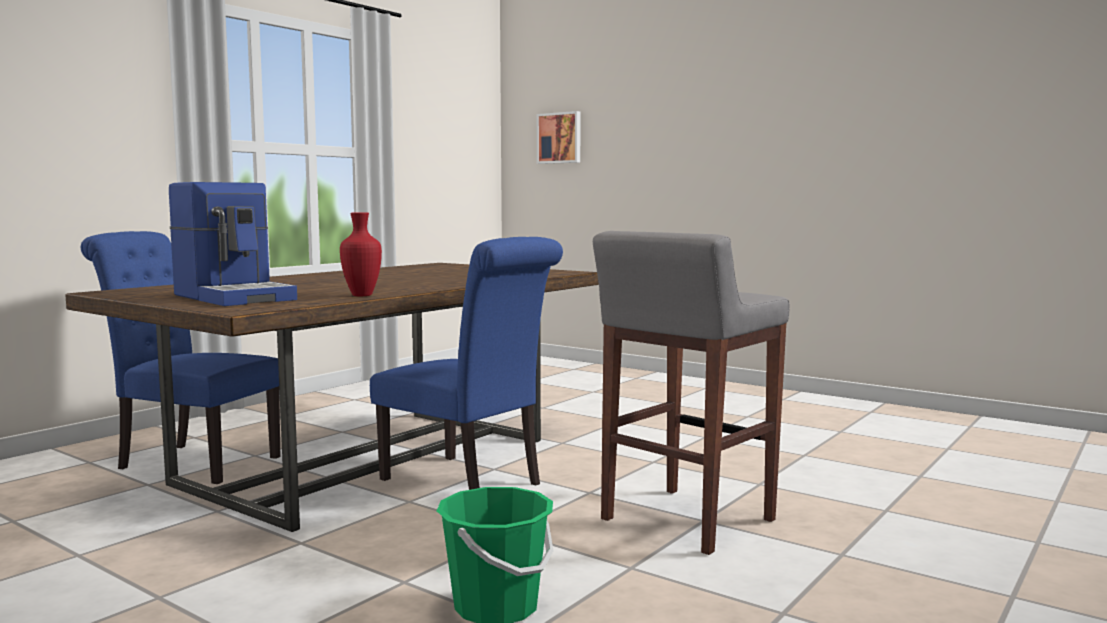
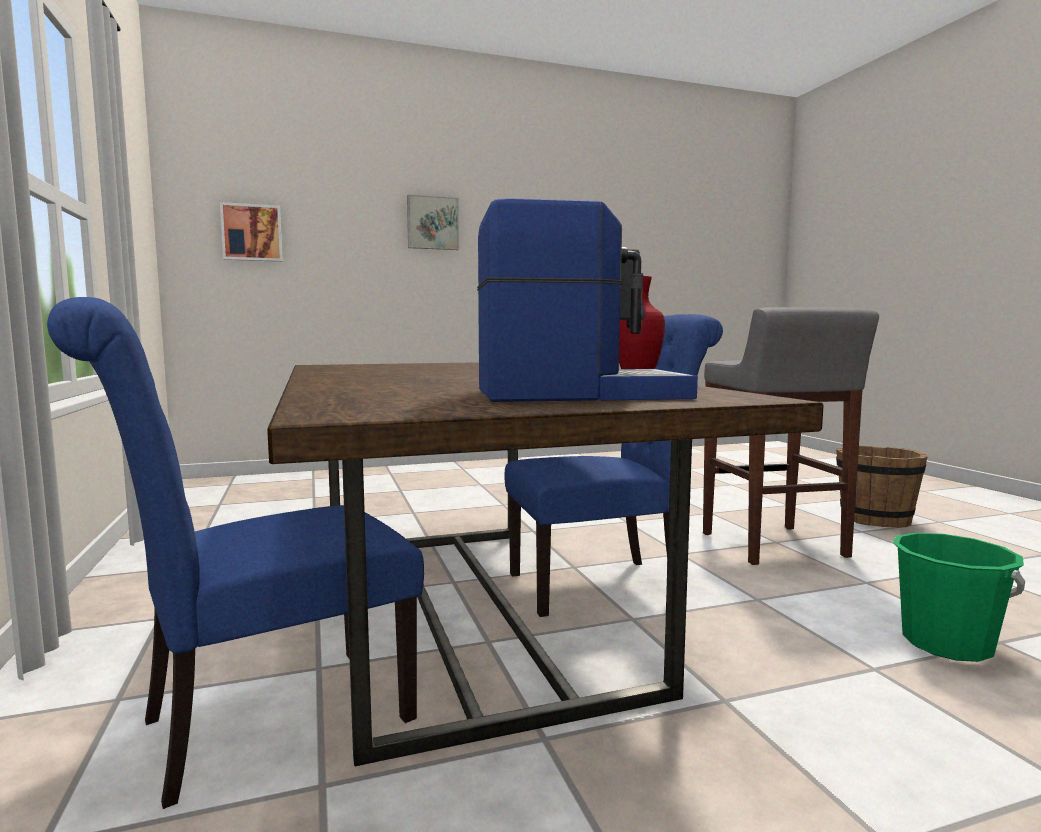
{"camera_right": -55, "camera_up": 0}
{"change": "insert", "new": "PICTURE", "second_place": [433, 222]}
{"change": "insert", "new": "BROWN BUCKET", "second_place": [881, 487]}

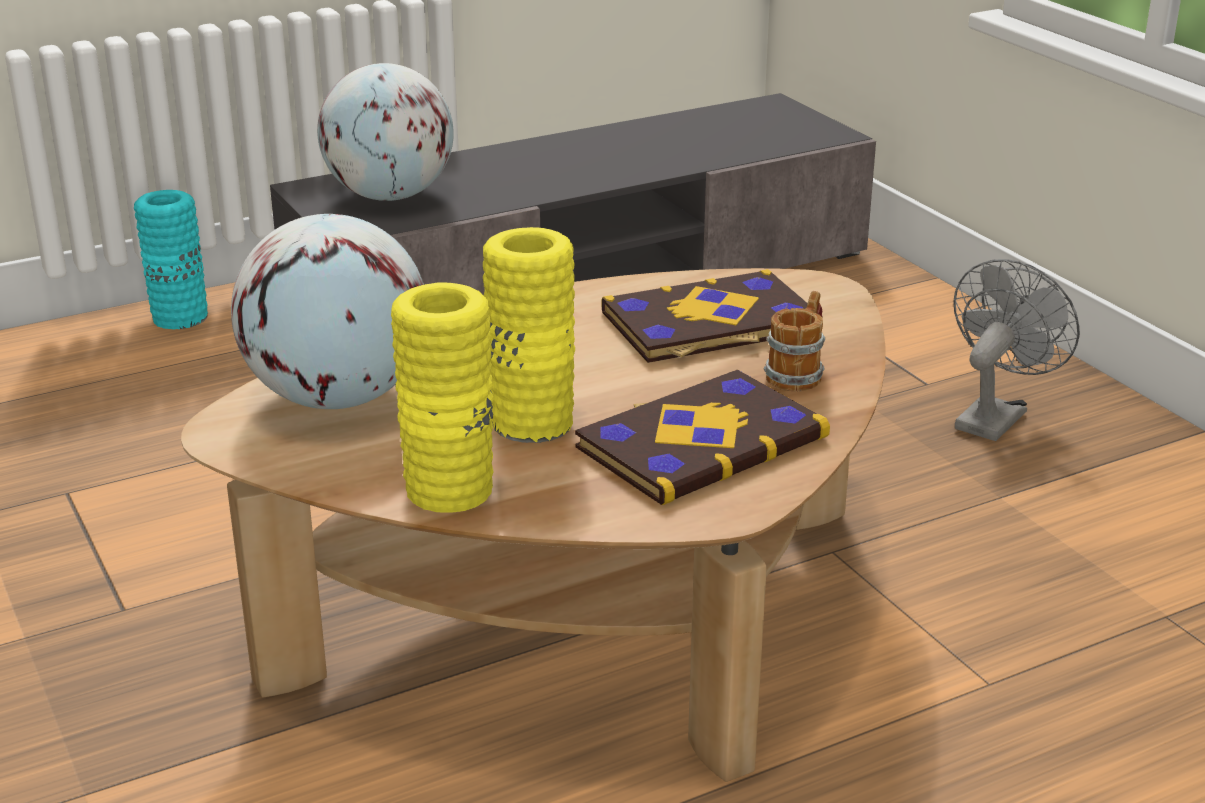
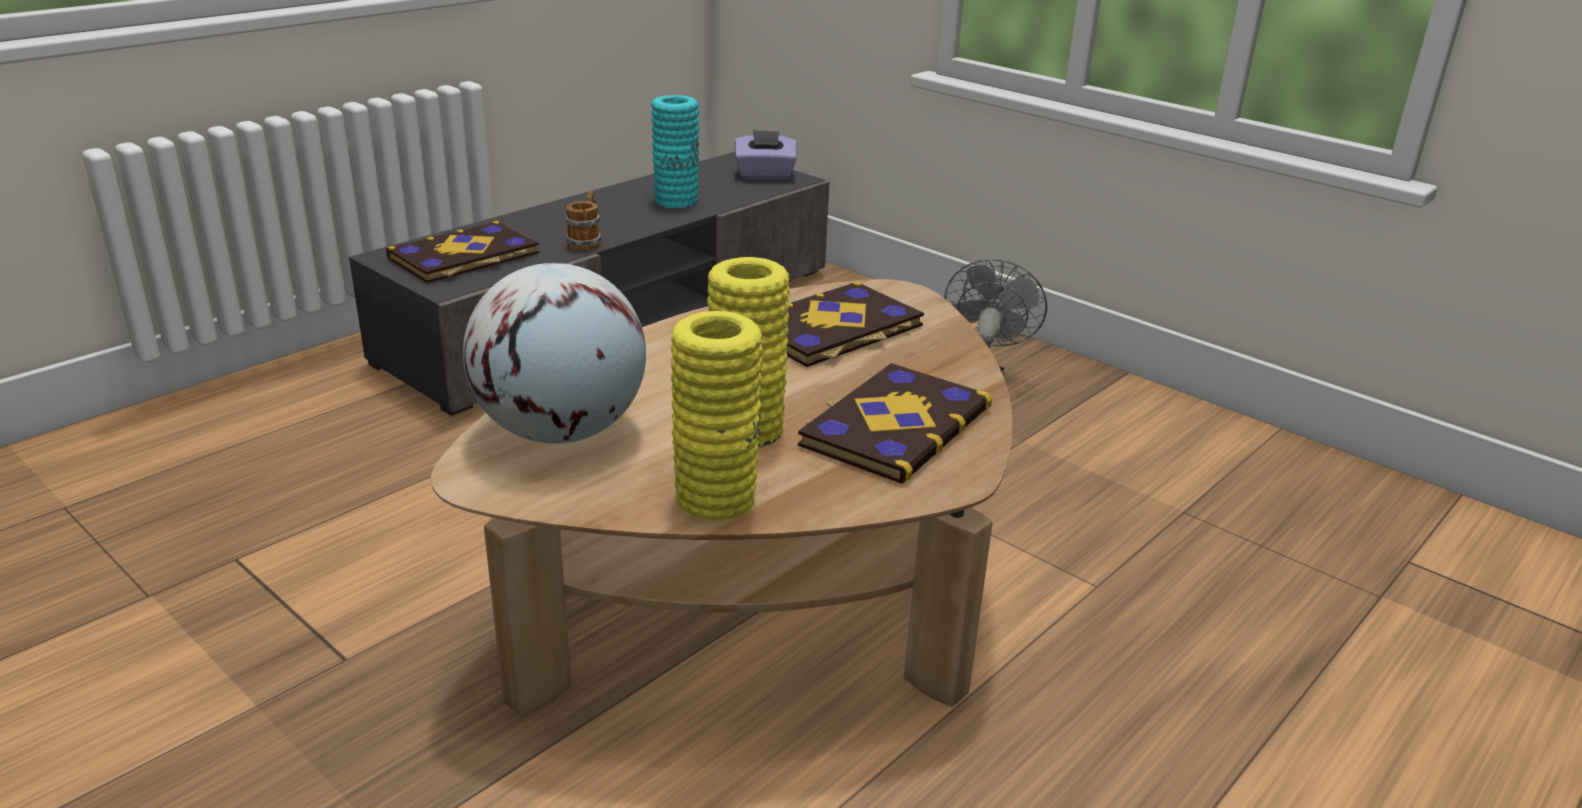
{"camera_right": -20, "camera_up": 0}
{"change": "replace", "old": "GLOBE", "new": "BOOK", "first_place": [385, 132], "second_place": [462, 252]}
{"change": "move", "old": "MUG", "first_place": [794, 341], "second_place": [583, 220]}
{"change": "move", "old": "TURQUOISE VASE", "first_place": [171, 259], "second_place": [675, 151]}
{"change": "insert", "new": "PURPLE TISSUE BOX", "second_place": [766, 155]}

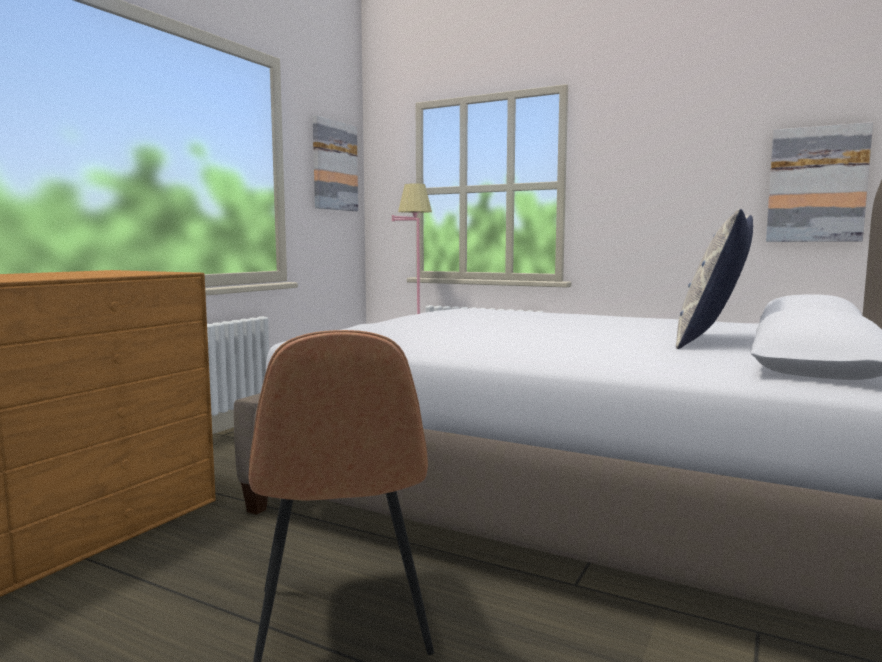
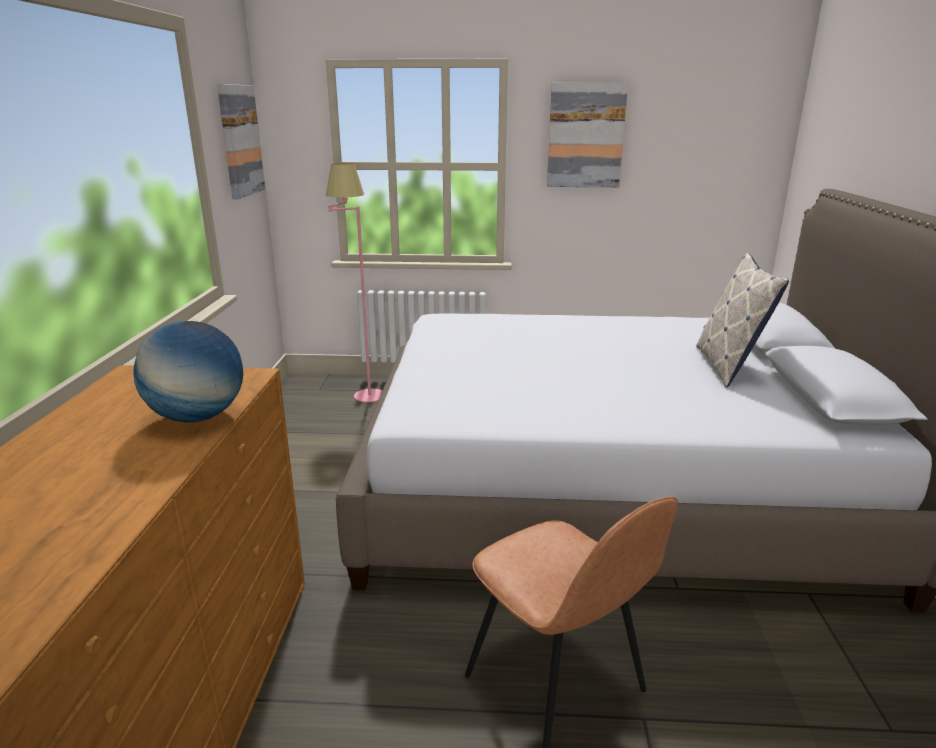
{"camera_right": -25, "camera_up": 15}
{"change": "insert", "new": "GLOBE", "second_place": [188, 371]}
{"change": "move", "old": "PICTURE", "first_place": [819, 182], "second_place": [587, 135]}

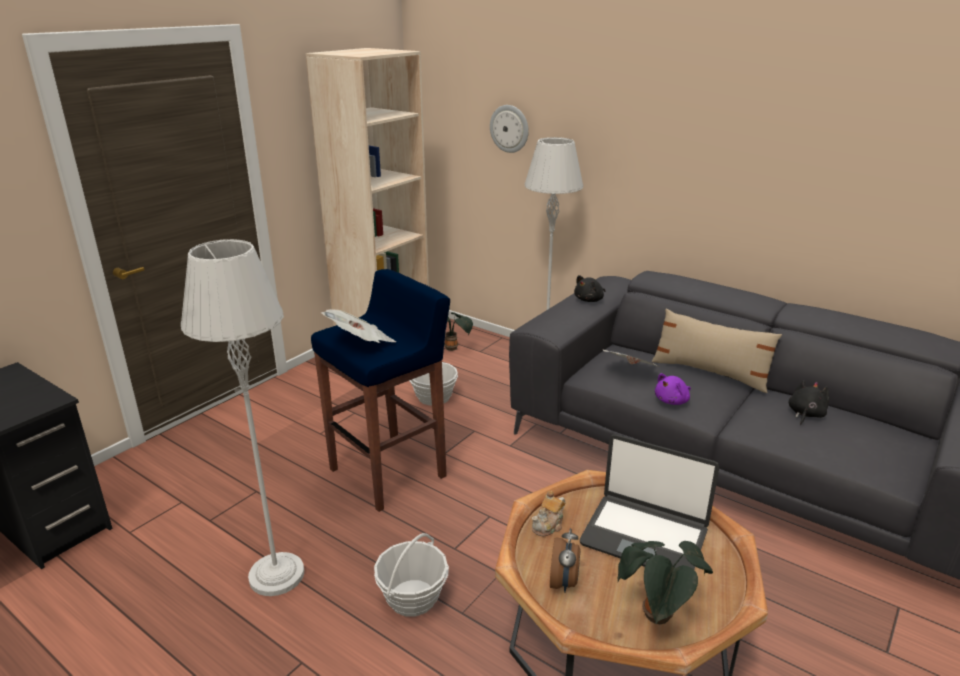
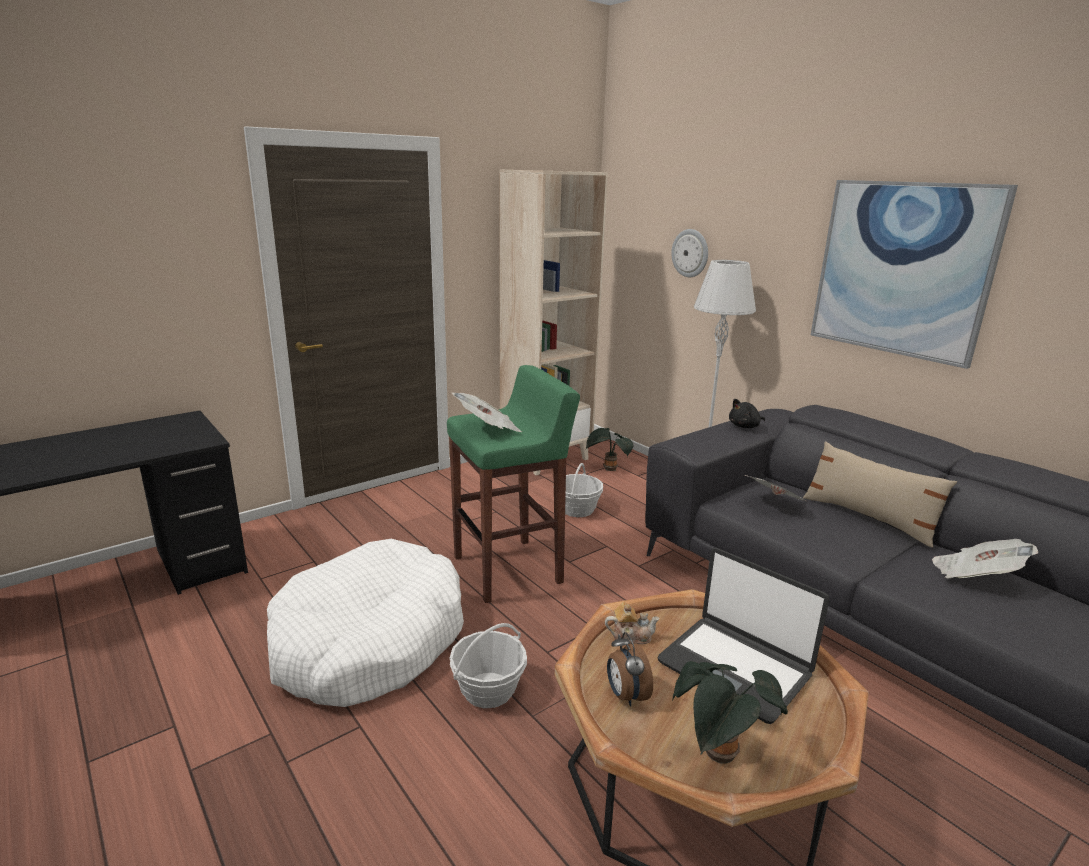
{"camera_right": 15, "camera_up": -5}
{"change": "replace", "old": "GREY FLOOR LAMP", "new": "WHITE DOG BED", "first_place": [242, 417], "second_place": [365, 623]}
{"change": "recolor", "old": "BLUE STOOL", "new": "GREEN STOOL", "first_place": [380, 390], "second_place": [513, 484]}
{"change": "rotate", "old": "TEAPOT", "first_place": [548, 513], "second_place": [632, 623], "degrees": -150}
{"change": "rotate", "old": "ALARM CLOCK", "first_place": [565, 560], "second_place": [630, 669], "degrees": 135}
{"change": "insert", "new": "PICTURE", "second_place": [914, 274]}
{"change": "replace", "old": "BLACK PLUSH TOY", "new": "NEWSPAPER", "first_place": [809, 402], "second_place": [985, 559]}
{"change": "delete", "old": "PURPLE PLUSH TOY", "first_place": [673, 389]}

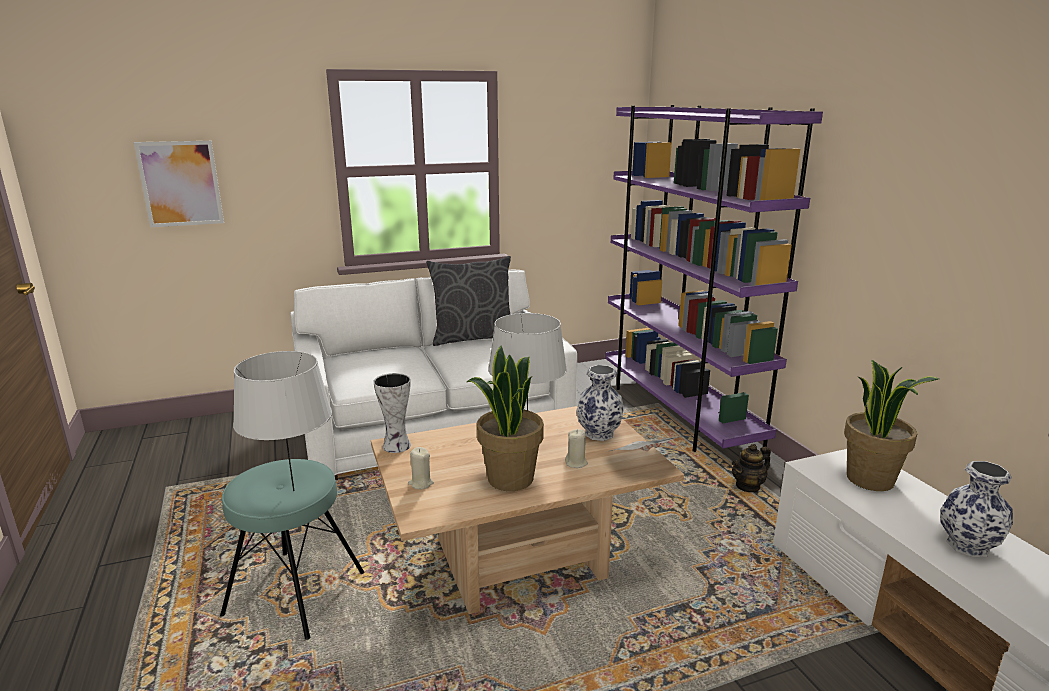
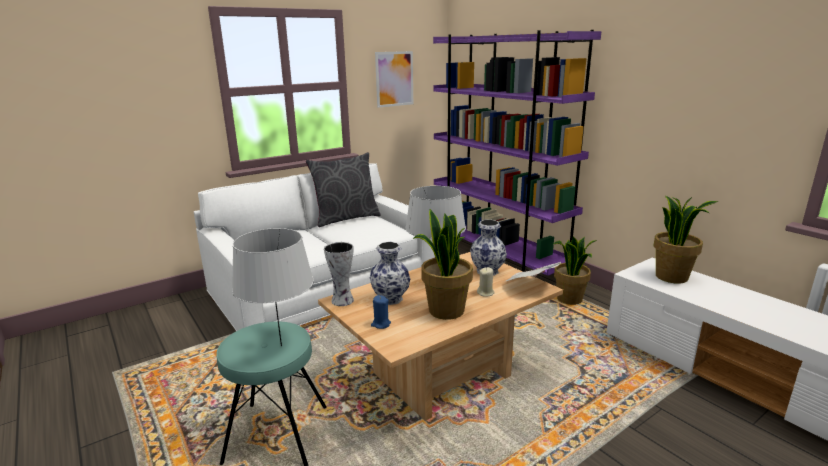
{"camera_right": -15, "camera_up": 0}
{"change": "move", "old": "VASE", "first_place": [976, 509], "second_place": [390, 273]}
{"change": "recolor", "old": "BEIGE CANDLE", "new": "BLUE CANDLE", "first_place": [421, 468], "second_place": [381, 312]}
{"change": "move", "old": "PICTURE", "first_place": [179, 184], "second_place": [394, 79]}
{"change": "replace", "old": "TEAPOT", "new": "POTTED PLANT", "first_place": [751, 468], "second_place": [575, 271]}

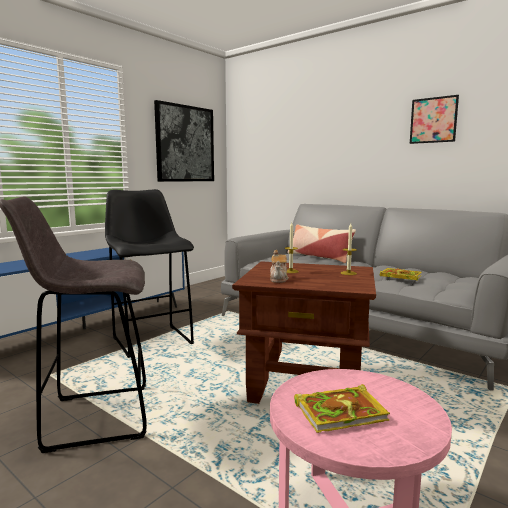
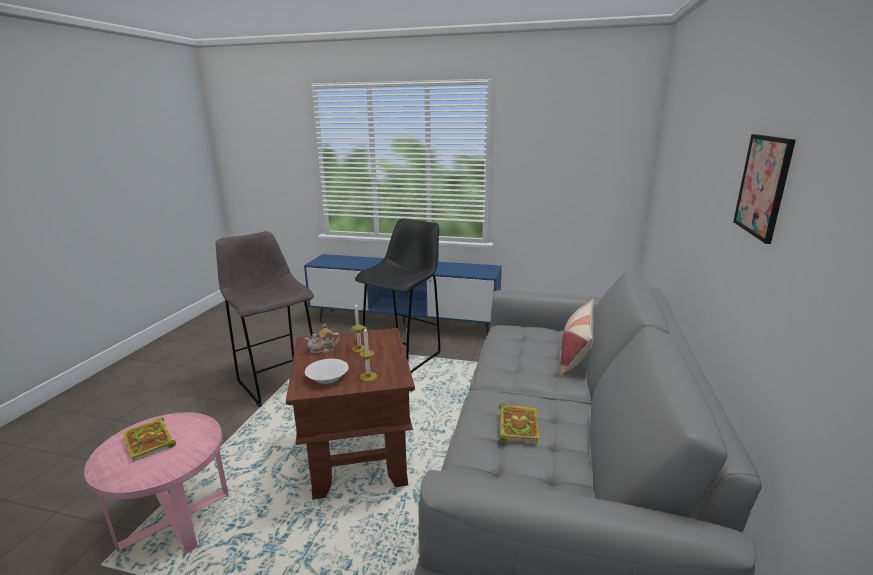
{"camera_right": 65, "camera_up": 10}
{"change": "insert", "new": "WHITE BOWL", "second_place": [326, 371]}
{"change": "delete", "old": "PICTURE", "first_place": [184, 141]}

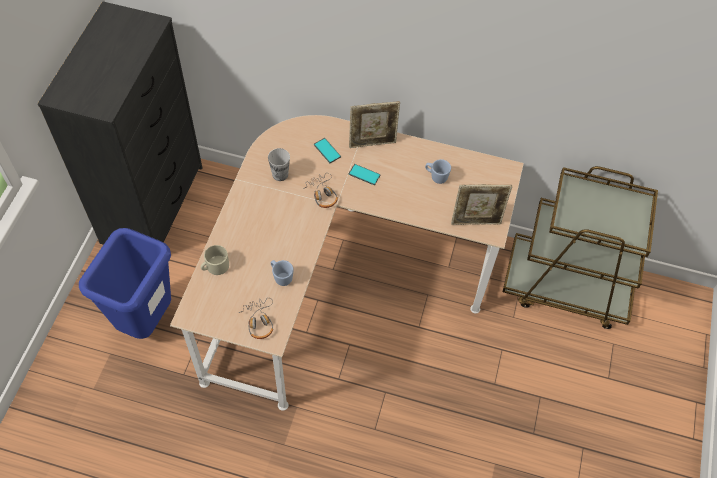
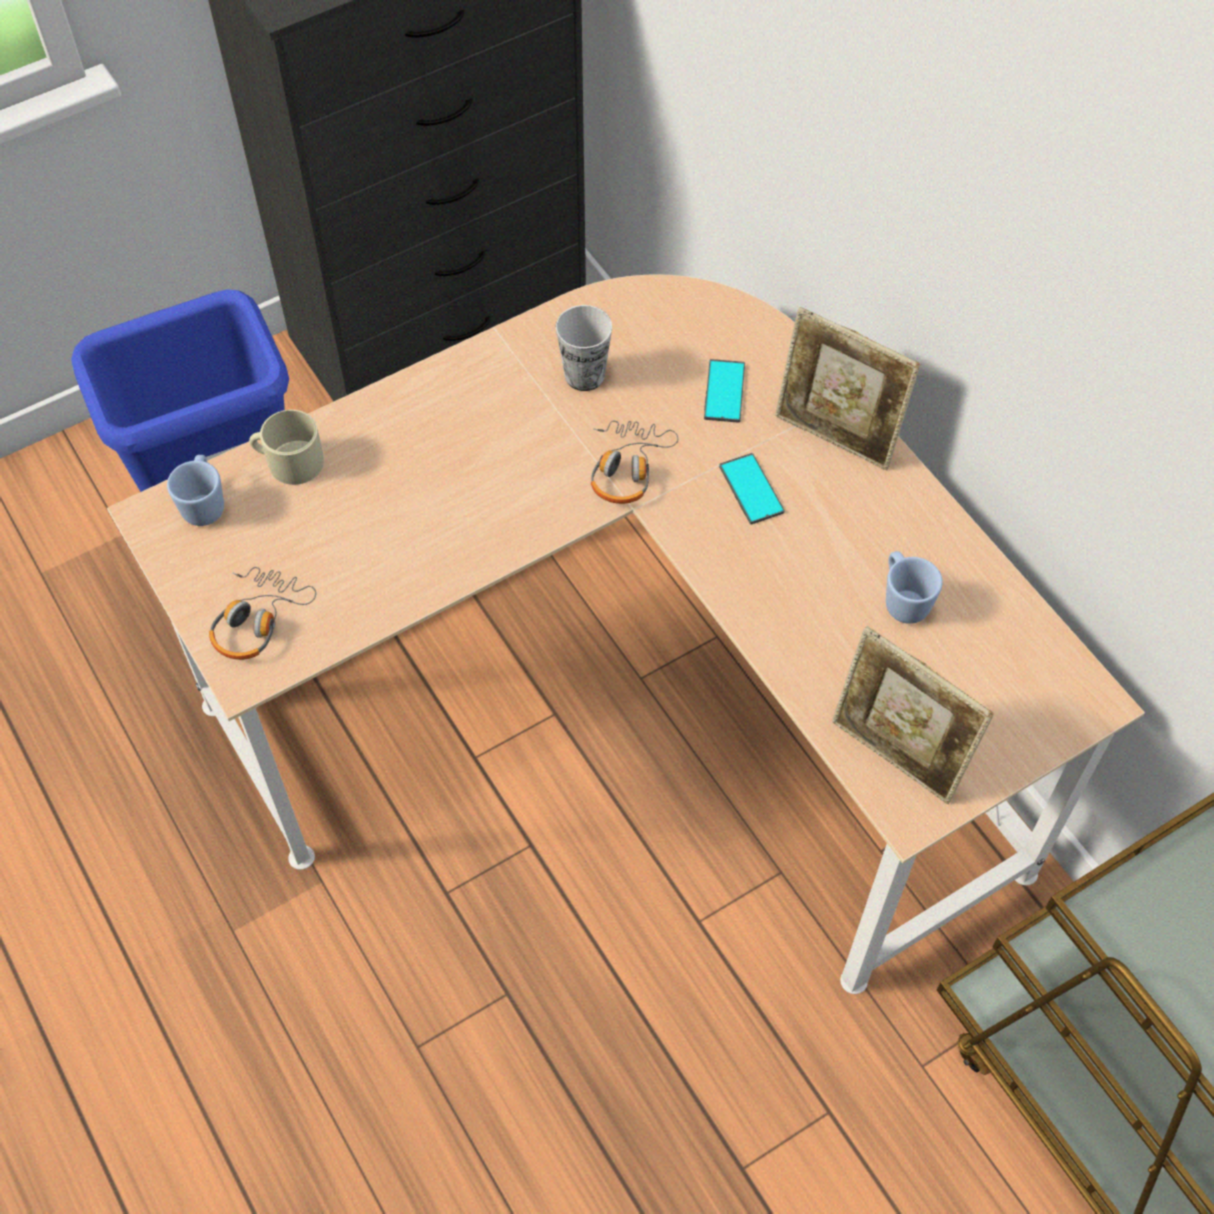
{"camera_right": 45, "camera_up": 0}
{"change": "move", "old": "BLUE MUG", "first_place": [282, 273], "second_place": [195, 490]}

